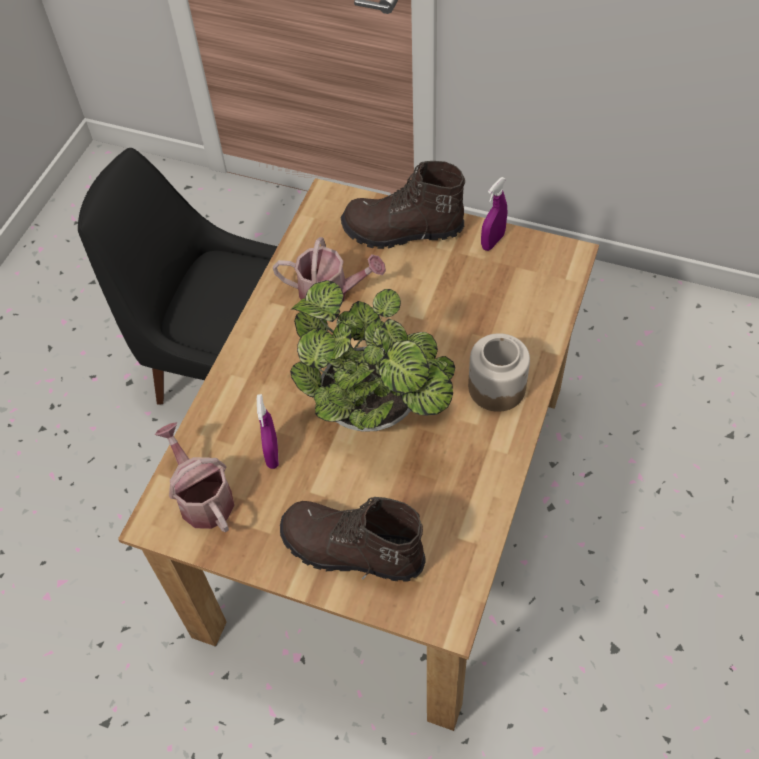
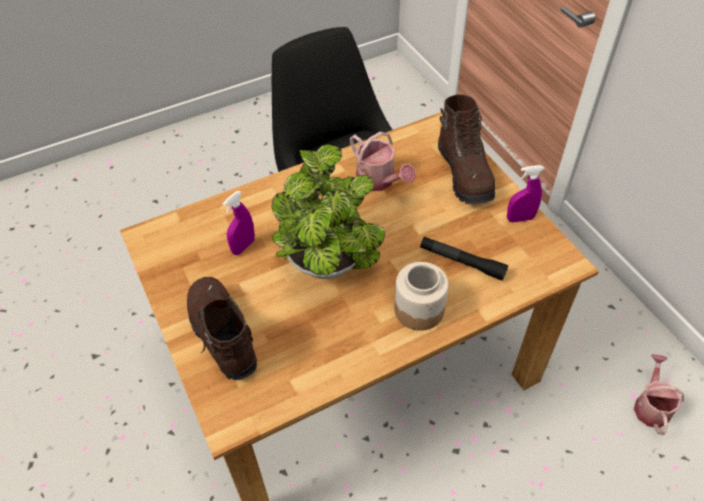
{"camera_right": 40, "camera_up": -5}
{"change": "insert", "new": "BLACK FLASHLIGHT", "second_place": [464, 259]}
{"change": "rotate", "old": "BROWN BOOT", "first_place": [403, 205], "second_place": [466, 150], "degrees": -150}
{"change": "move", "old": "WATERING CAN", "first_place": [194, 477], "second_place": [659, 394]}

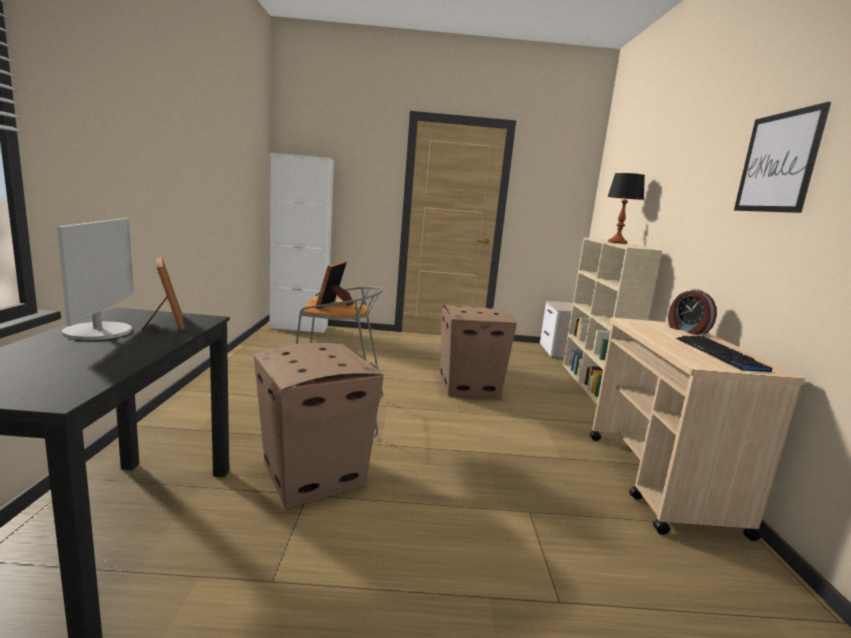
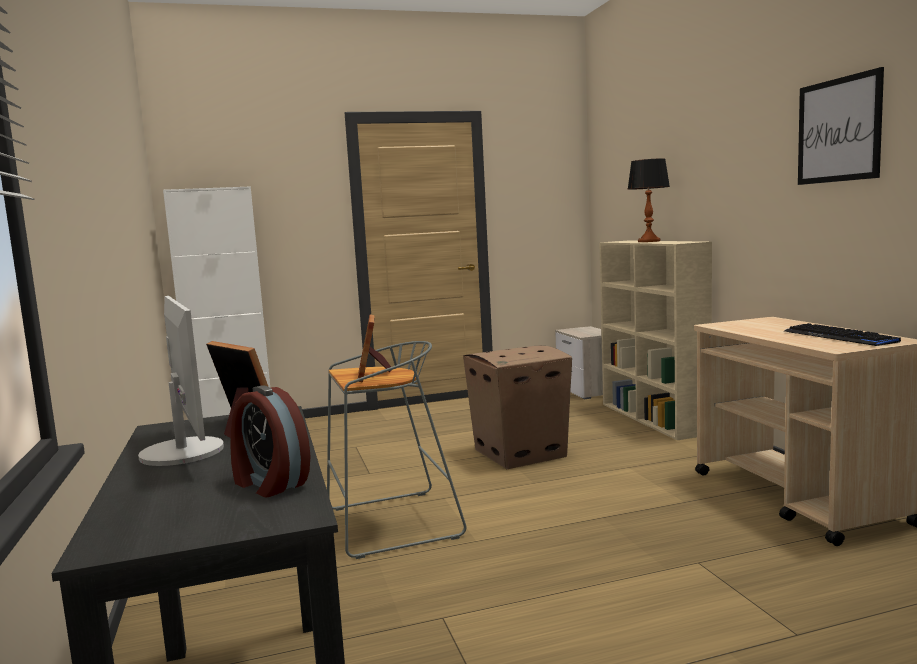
{"camera_right": -15, "camera_up": -5}
{"change": "move", "old": "ALARM CLOCK", "first_place": [692, 312], "second_place": [271, 441]}
{"change": "delete", "old": "CARDBOARD BOX", "first_place": [319, 425]}

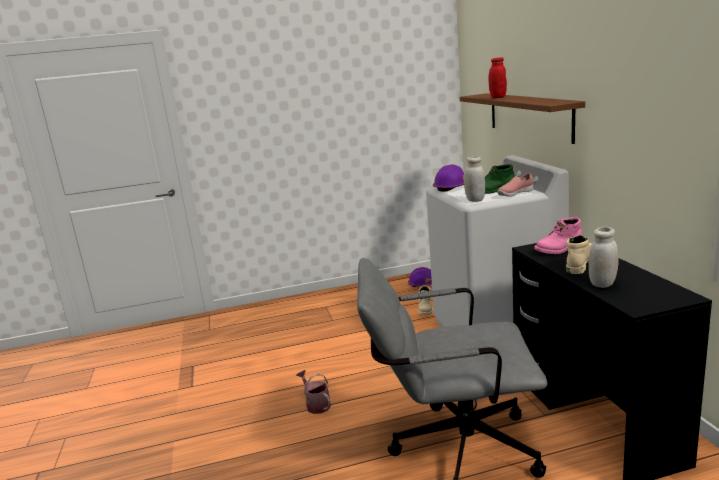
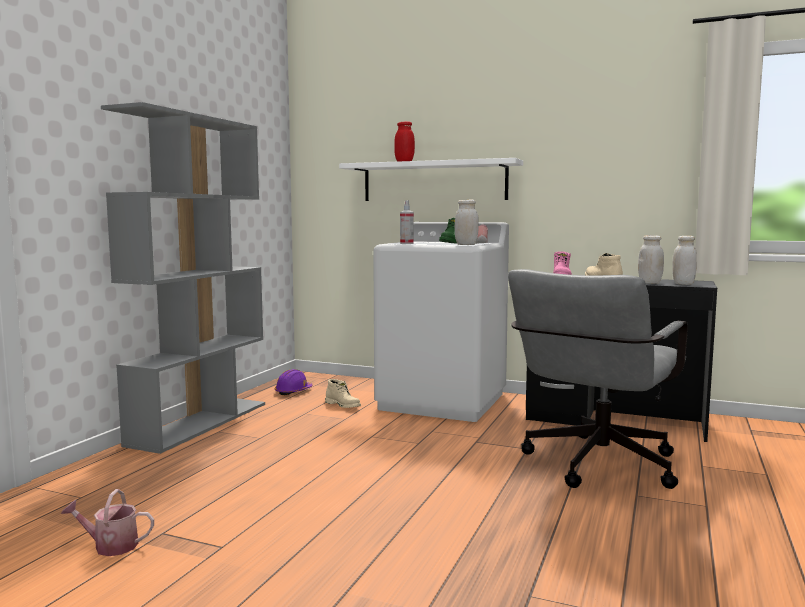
{"camera_right": -55, "camera_up": -10}
{"change": "move", "old": "WATERING CAN", "first_place": [313, 392], "second_place": [107, 522]}
{"change": "insert", "new": "GREY BOOKCASE", "second_place": [183, 278]}
{"change": "recolor", "old": "BROWN SHELF", "new": "WHITE SHELF", "first_place": [522, 118], "second_place": [431, 179]}
{"change": "replace", "old": "PURPLE HARD HAT", "new": "SPRAY BOTTLE", "first_place": [448, 178], "second_place": [407, 222]}
{"change": "insert", "new": "WHITE JAR", "second_place": [684, 260]}

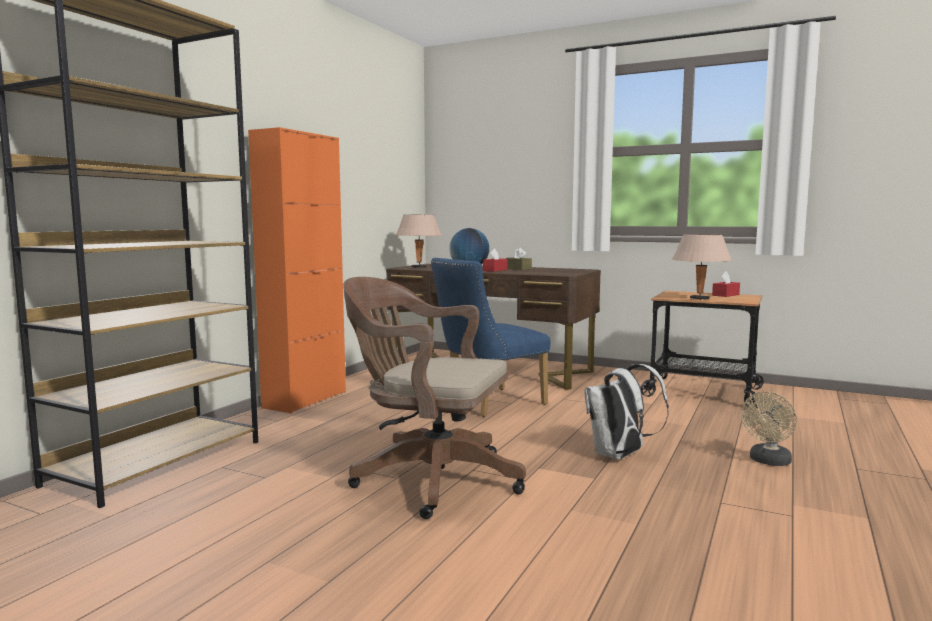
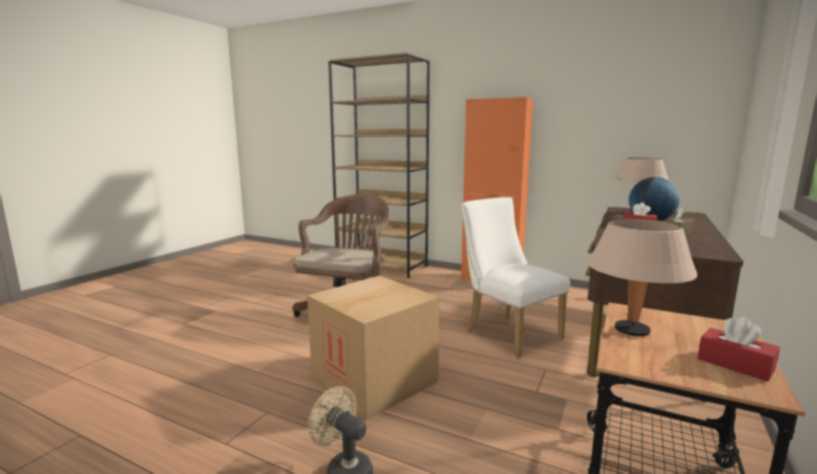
{"camera_right": 90, "camera_up": 5}
{"change": "replace", "old": "WHITE BACKPACK", "new": "CARDBOARD BOX", "first_place": [626, 412], "second_place": [373, 348]}
{"change": "recolor", "old": "BLUE CHAIR", "new": "WHITE CHAIR", "first_place": [491, 337], "second_place": [515, 277]}

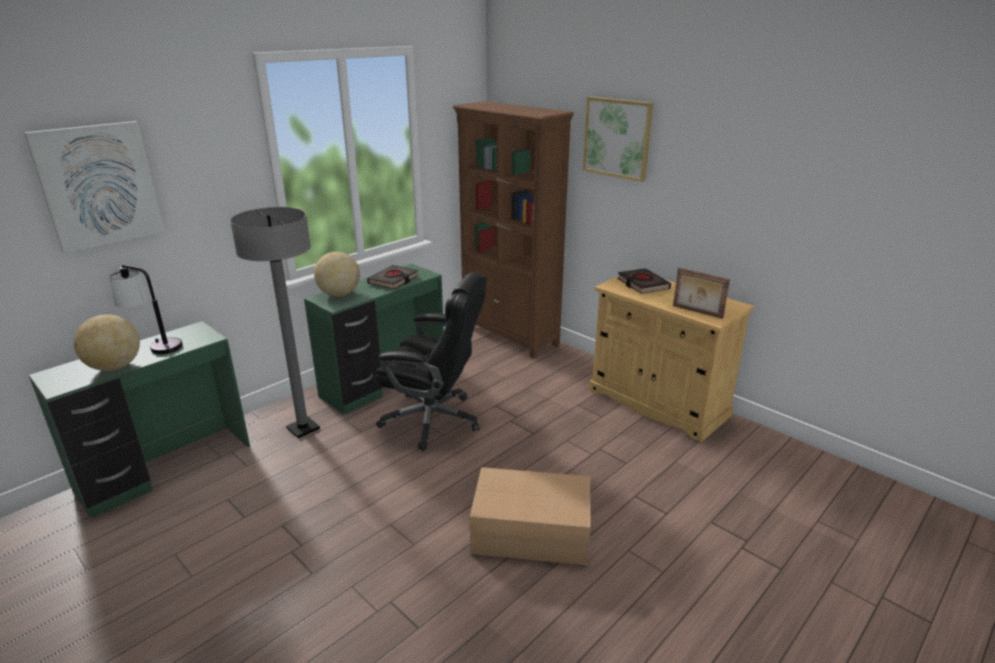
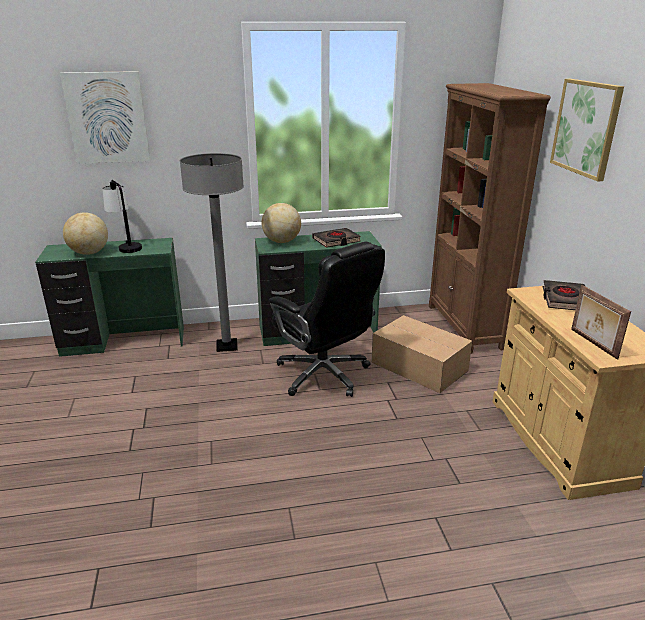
{"camera_right": 35, "camera_up": 0}
{"change": "move", "old": "CARDBOARD BOX", "first_place": [530, 516], "second_place": [421, 354]}

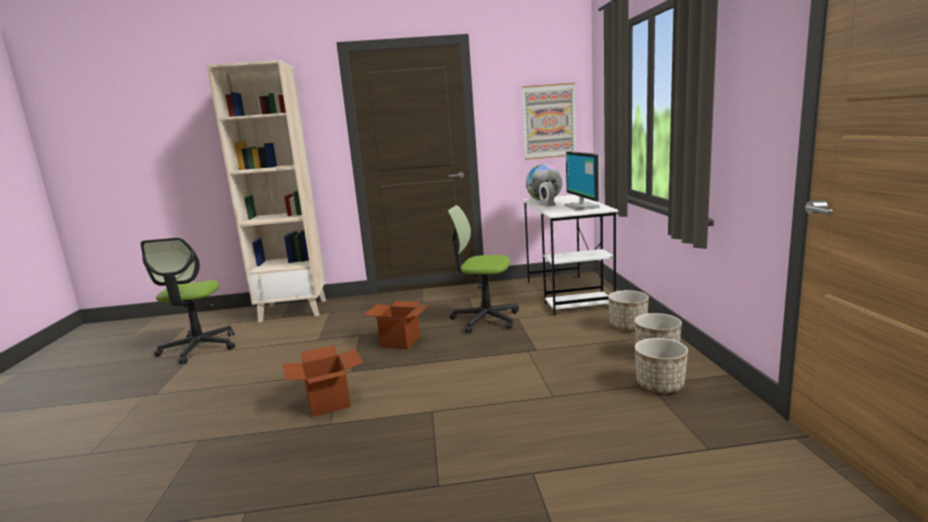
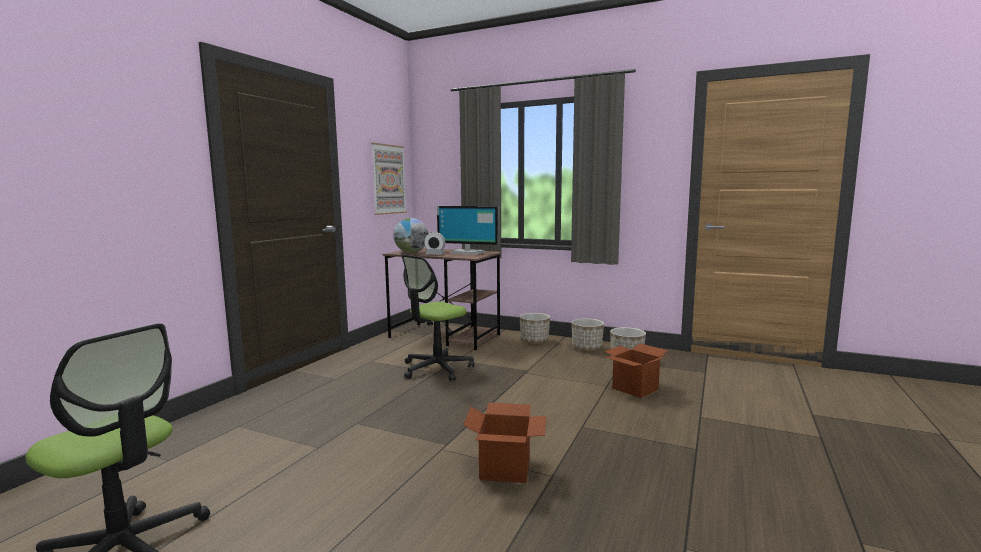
{"camera_right": -60, "camera_up": -5}
{"change": "recolor", "old": "WHITE DESK", "new": "BROWN DESK", "first_place": [570, 255], "second_place": [442, 299]}
{"change": "move", "old": "CARDBOARD BOX", "first_place": [396, 325], "second_place": [636, 370]}
{"change": "delete", "old": "BEIGE BOOKCASE", "first_place": [266, 191]}

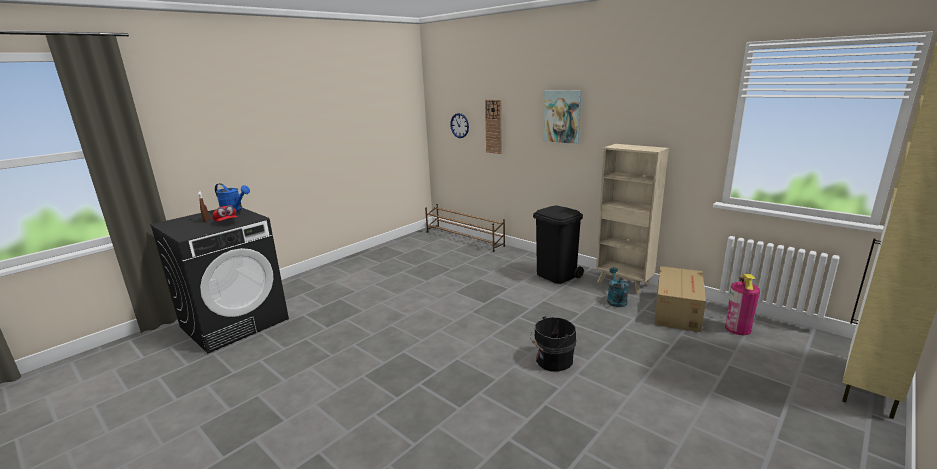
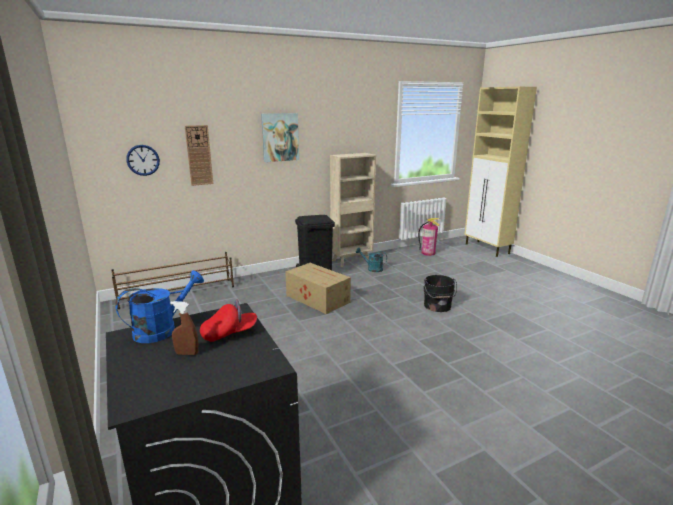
{"camera_right": -70, "camera_up": 0}
{"change": "move", "old": "CARDBOARD BOX", "first_place": [680, 299], "second_place": [318, 288]}

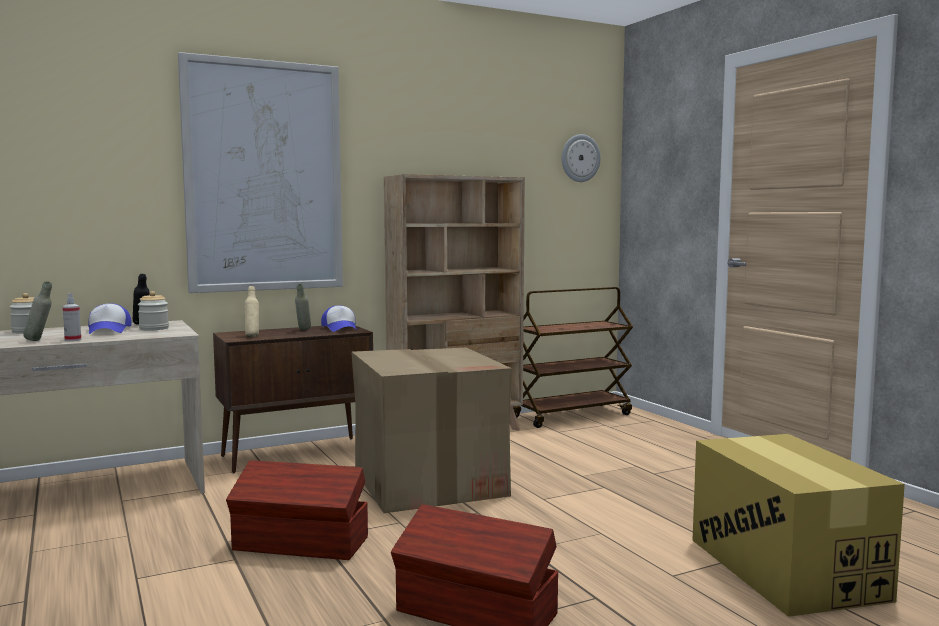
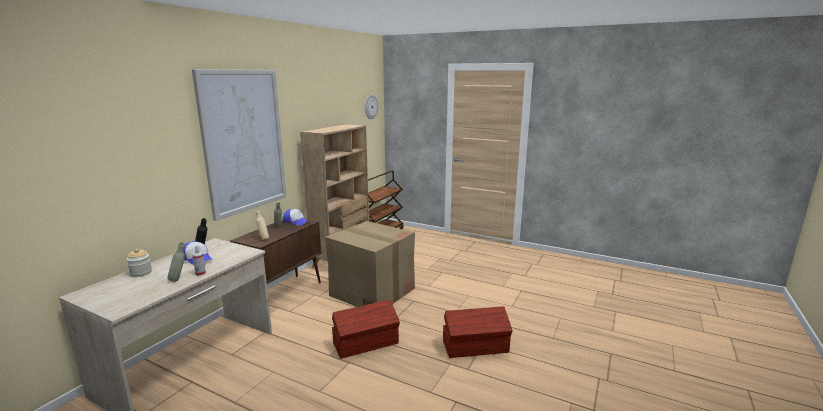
{"camera_right": -35, "camera_up": 10}
{"change": "delete", "old": "JAR", "first_place": [153, 311]}
{"change": "delete", "old": "CARDBOARD BOX", "first_place": [798, 525]}

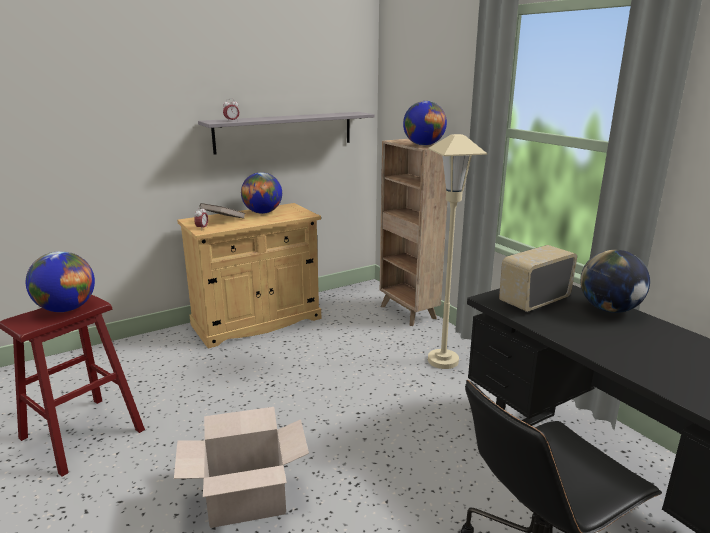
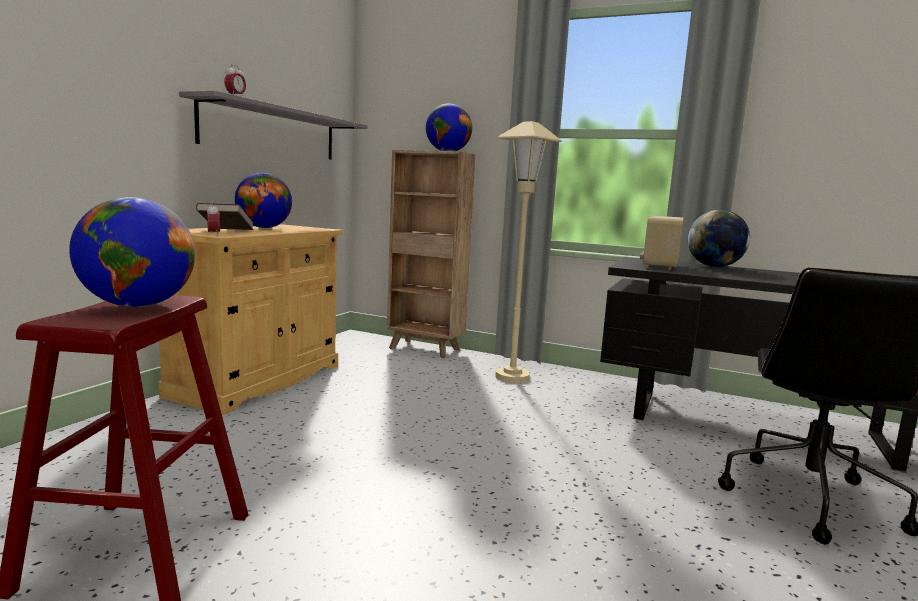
{"camera_right": -35, "camera_up": -10}
{"change": "delete", "old": "CARDBOARD BOX", "first_place": [241, 467]}

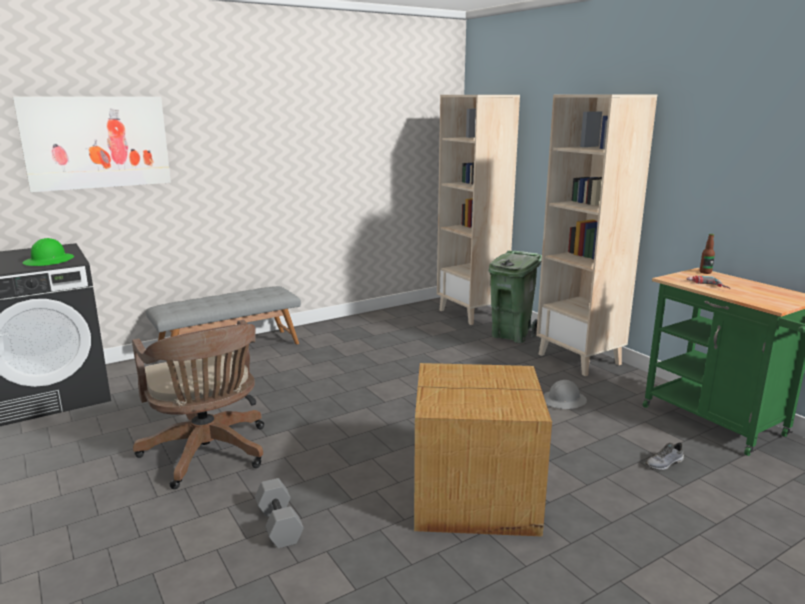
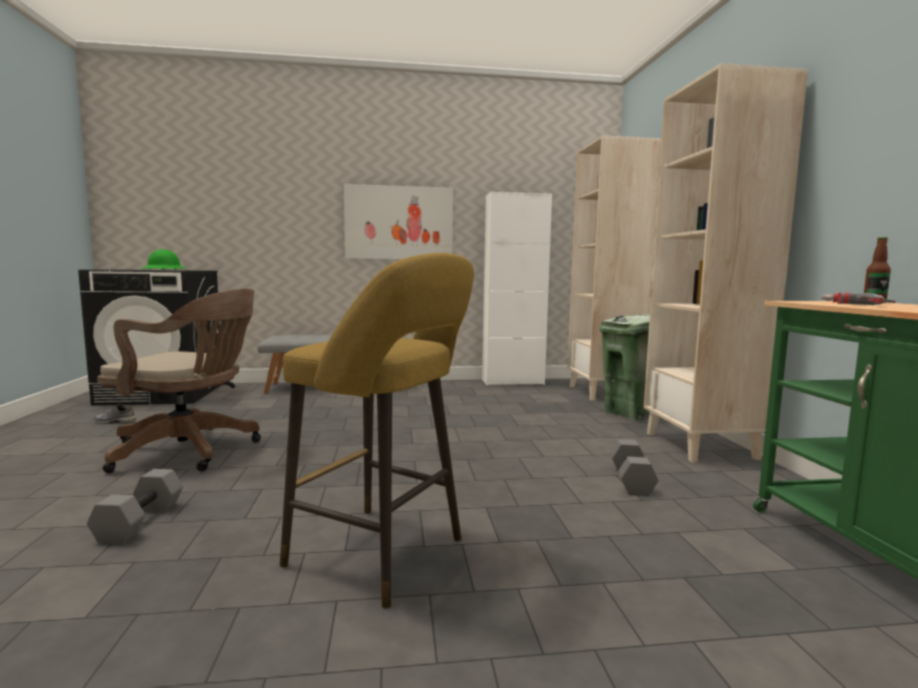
{"camera_right": 25, "camera_up": -10}
{"change": "move", "old": "GREY SHOE", "first_place": [664, 456], "second_place": [115, 413]}
{"change": "rotate", "old": "BROWN OFFICE CHAIR", "first_place": [198, 404], "second_place": [179, 380], "degrees": -75}
{"change": "replace", "old": "CARDBOARD BOX", "new": "YELLOW STOOL", "first_place": [483, 450], "second_place": [377, 430]}
{"change": "move", "old": "PICTURE", "first_place": [92, 144], "second_place": [398, 221]}
{"change": "insert", "new": "WHITE CABINET", "second_place": [517, 289]}
{"change": "replace", "old": "GREY HARD HAT", "new": "GREY DUMBBELL", "first_place": [565, 394], "second_place": [634, 467]}

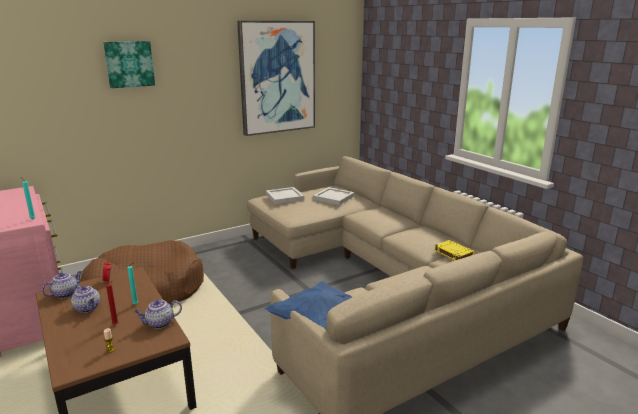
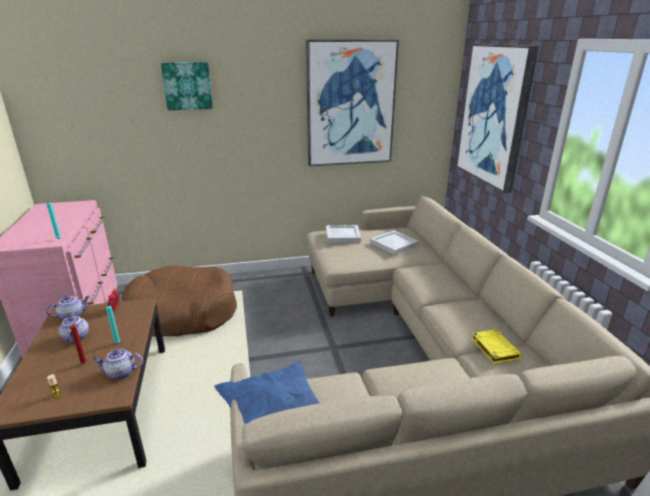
{"camera_right": 20, "camera_up": 5}
{"change": "insert", "new": "PICTURE", "second_place": [497, 118]}

